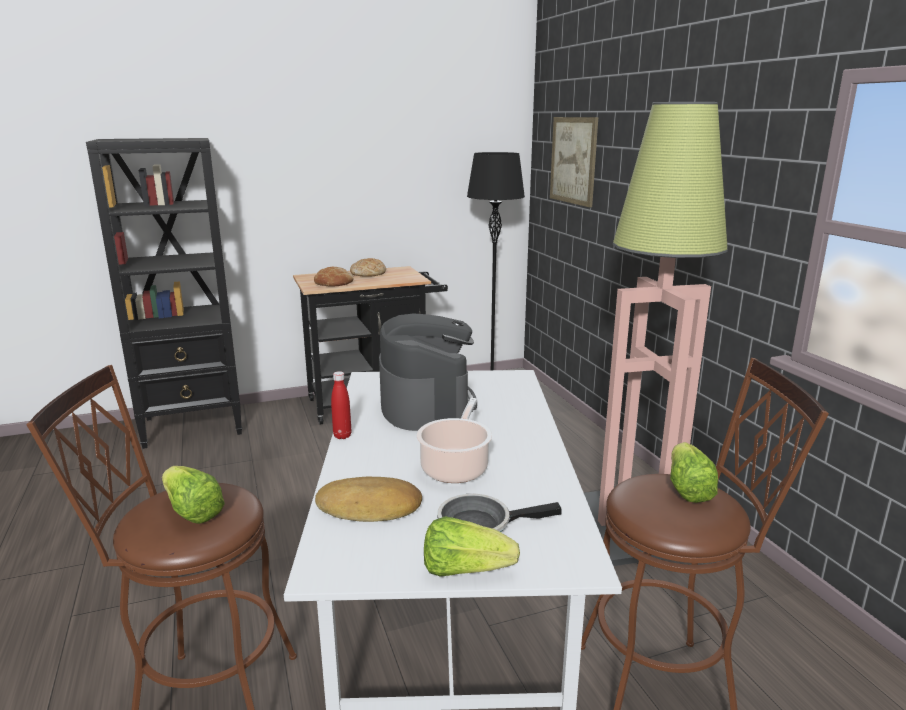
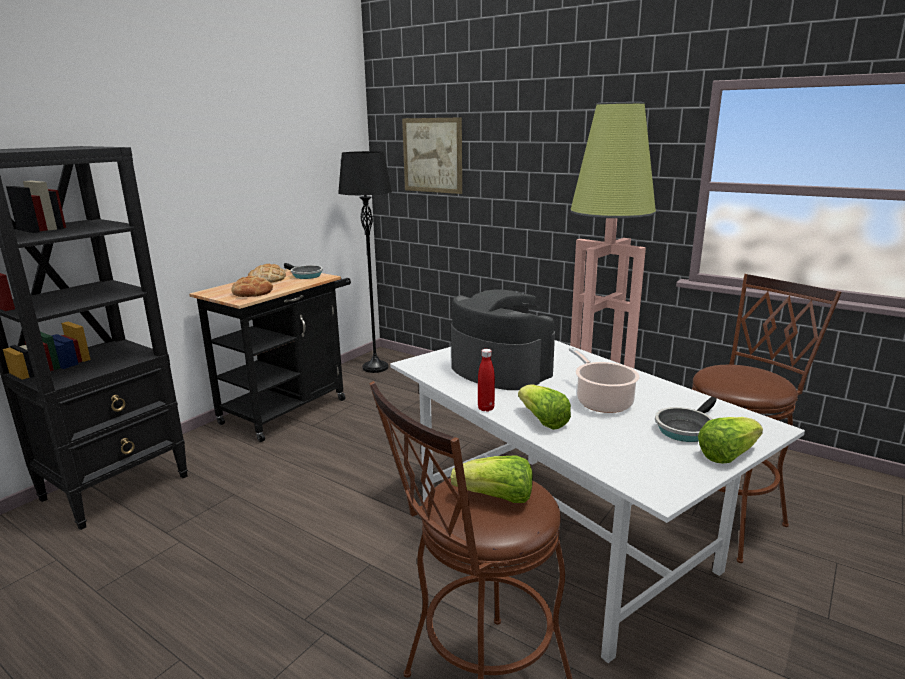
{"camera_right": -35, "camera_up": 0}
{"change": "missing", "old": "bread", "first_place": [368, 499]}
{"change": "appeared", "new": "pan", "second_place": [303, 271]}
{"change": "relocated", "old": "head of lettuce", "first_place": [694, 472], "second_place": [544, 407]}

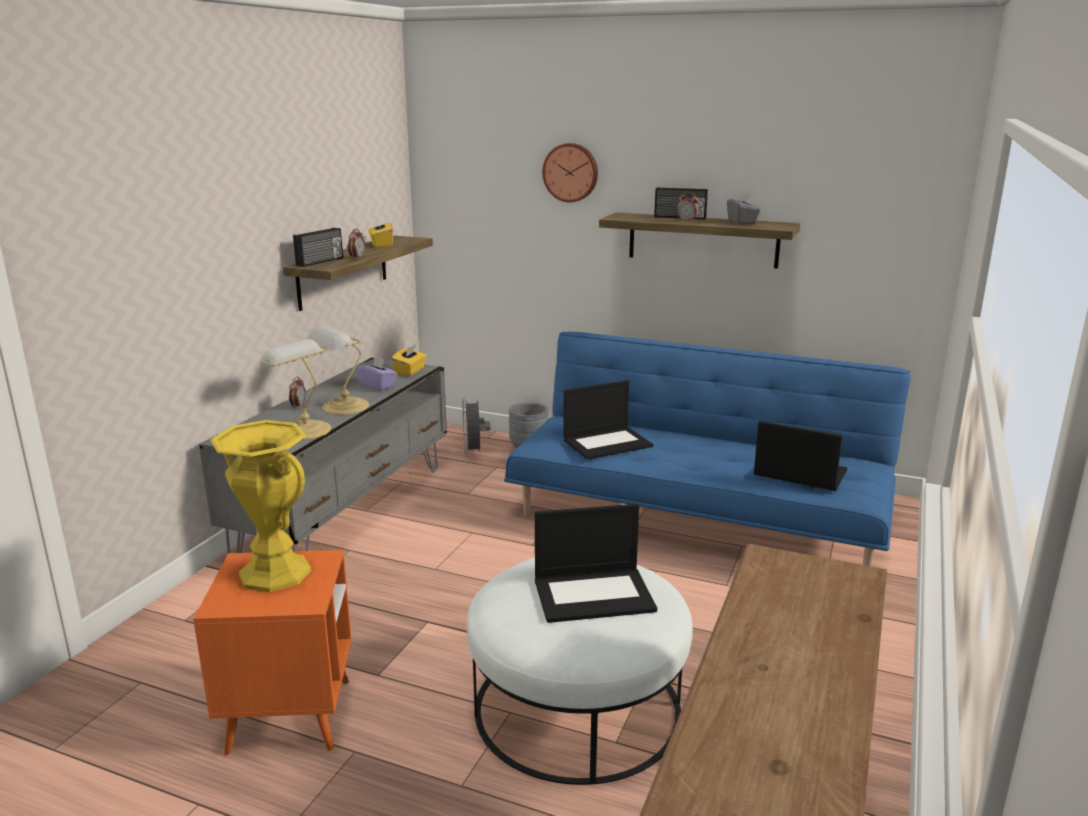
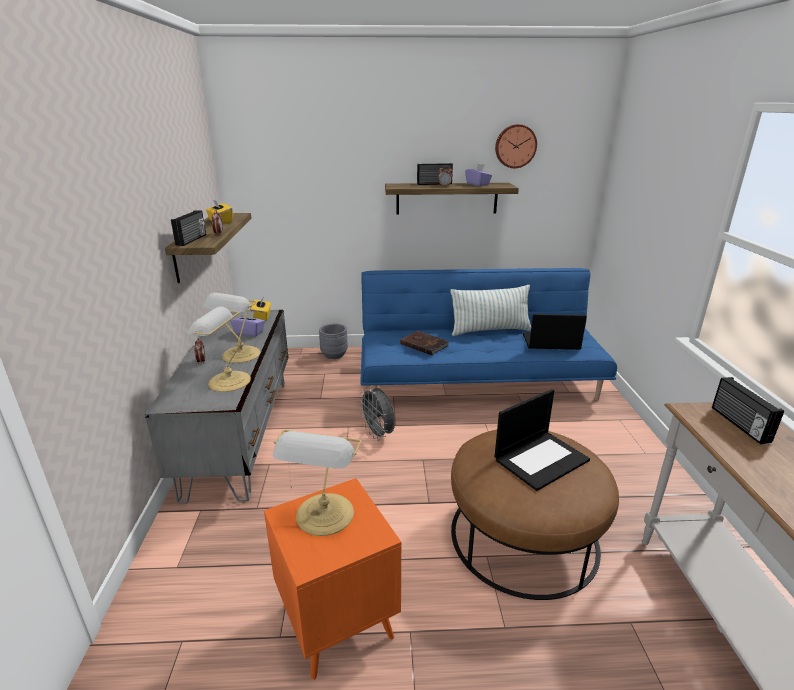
{"camera_right": -25, "camera_up": 5}
{"change": "appeared", "new": "throw pillow", "second_place": [491, 310]}
{"change": "appeared", "new": "radio receiver", "second_place": [748, 410]}
{"change": "relocated", "old": "cooling fan (gray)", "first_place": [476, 426], "second_place": [377, 413]}
{"change": "relocated", "old": "hanging clock", "first_place": [570, 172], "second_place": [516, 146]}
{"change": "exchanged", "old": "vase (yellow)", "new": "table lamp", "first_place": [260, 506], "second_place": [317, 483]}
{"change": "exchanged", "old": "notebook computer", "new": "bound book (brownish)", "first_place": [608, 419], "second_place": [424, 343]}
{"change": "colour", "old": "footrest (whitish)", "new": "footrest (brownish)", "first_place": [580, 671], "second_place": [535, 514]}
{"change": "colour", "old": "tissue box (gray)", "new": "tissue box (purple-coloured)", "first_place": [744, 208], "second_place": [478, 175]}

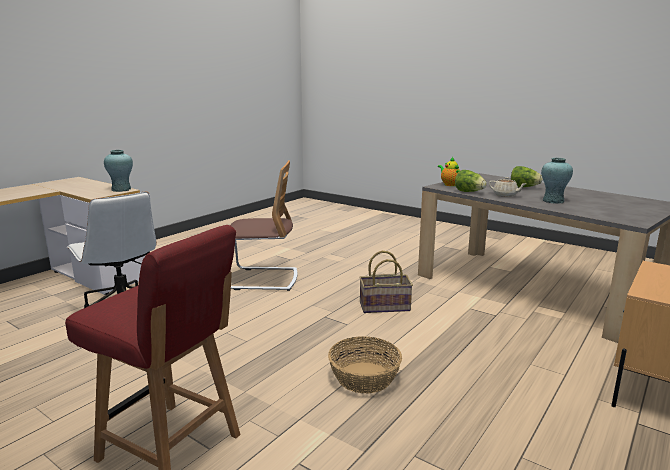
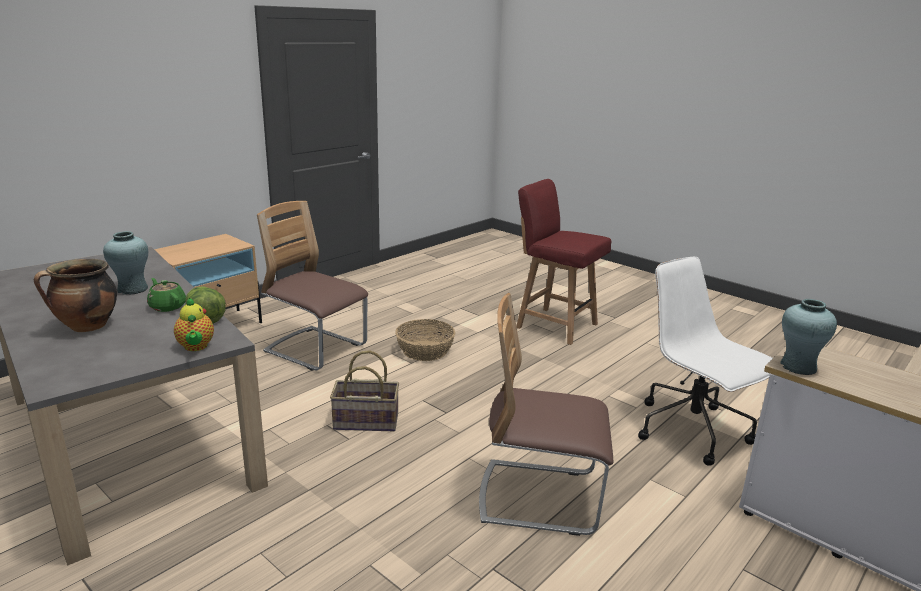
{"camera_right": -175, "camera_up": 5}
{"change": "appeared", "new": "chair", "second_place": [312, 286]}
{"change": "exchanged", "old": "head of lettuce", "new": "cooking pot", "first_place": [527, 177], "second_place": [75, 295]}
{"change": "colour", "old": "tea pot (beige)", "new": "tea pot (green-coloured)", "first_place": [508, 187], "second_place": [166, 295]}

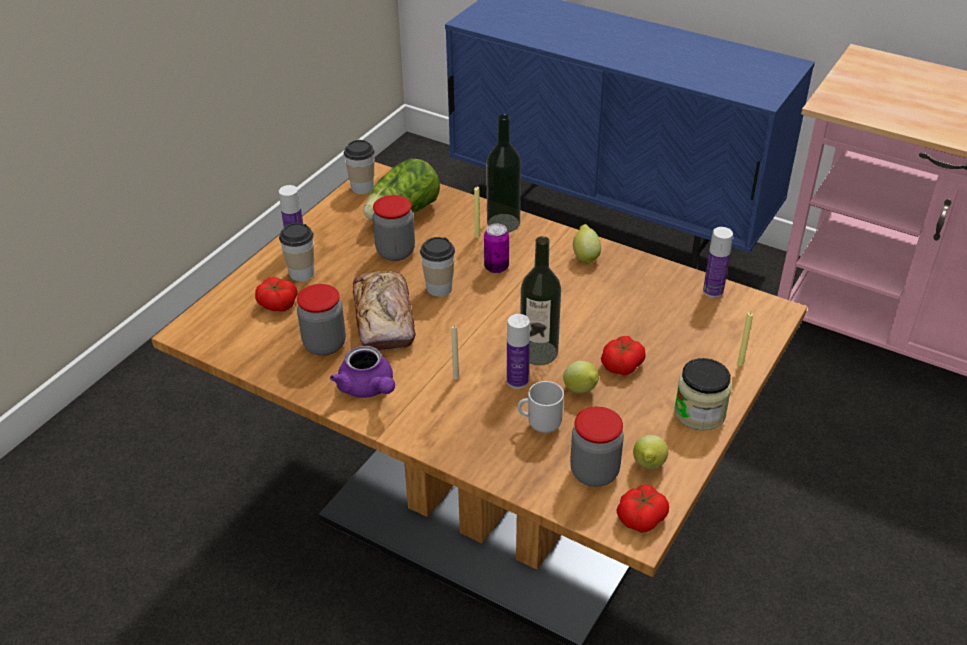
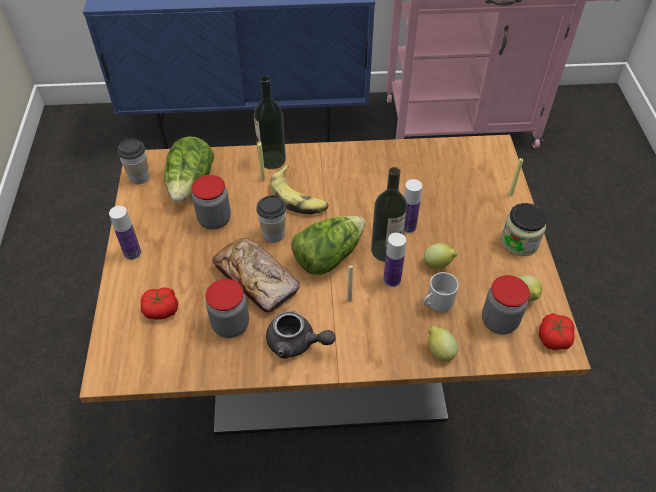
{"camera_right": -35, "camera_up": 10}
{"change": "missing", "old": "drinking cup", "first_place": [296, 252]}
{"change": "missing", "old": "whole tomato", "first_place": [623, 355]}
{"change": "appeared", "new": "head of lettuce", "second_place": [328, 245]}
{"change": "relocated", "old": "citrus fruit", "first_place": [587, 244], "second_place": [443, 343]}
{"change": "relocated", "old": "bottle", "first_place": [718, 262], "second_place": [413, 206]}
{"change": "exchanged", "old": "sealed can", "new": "whole banana", "first_place": [496, 248], "second_place": [300, 189]}
{"change": "colour", "old": "tea pot (purple-coloured)", "new": "tea pot (gray)", "first_place": [362, 372], "second_place": [300, 335]}

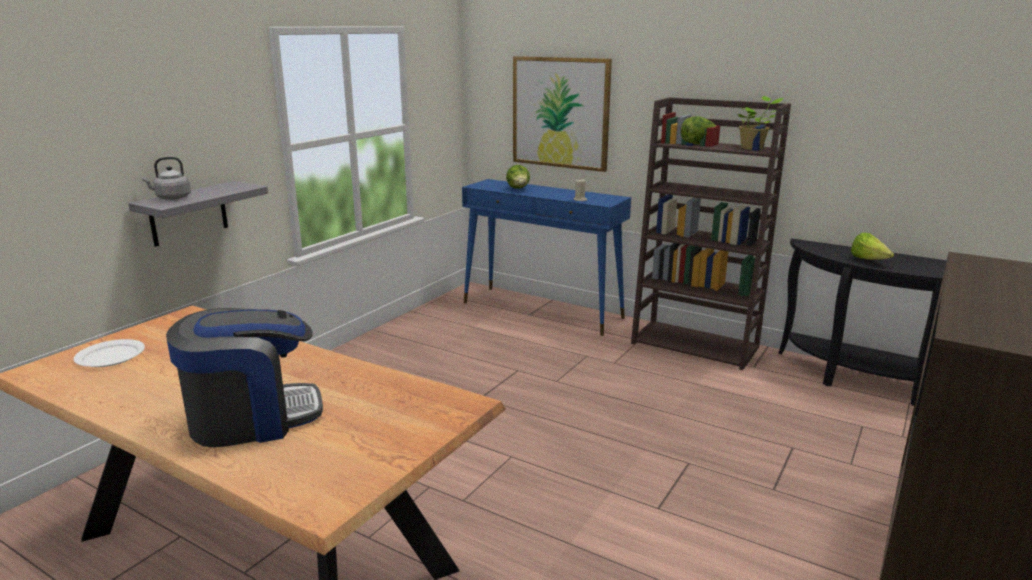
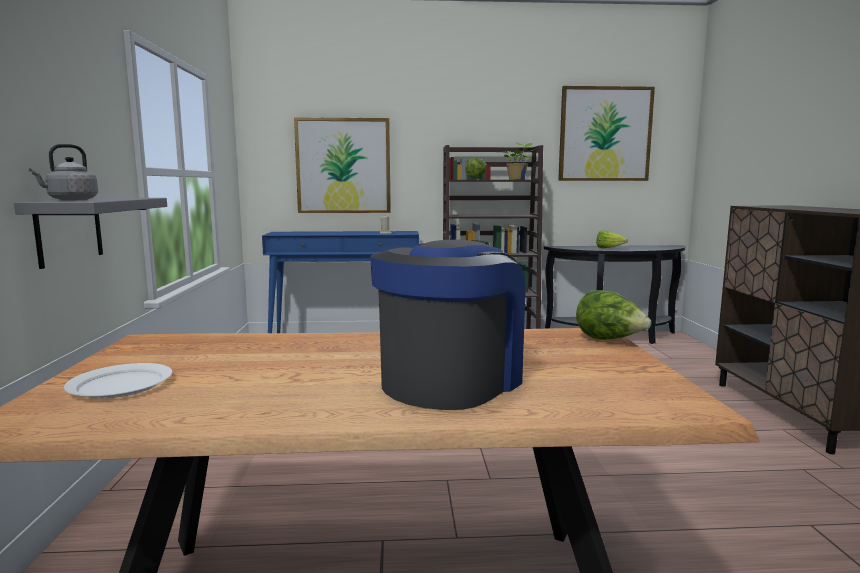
{"camera_right": -35, "camera_up": -10}
{"change": "appeared", "new": "wall picture", "second_place": [606, 133]}
{"change": "relocated", "old": "head of lettuce", "first_place": [518, 177], "second_place": [613, 315]}

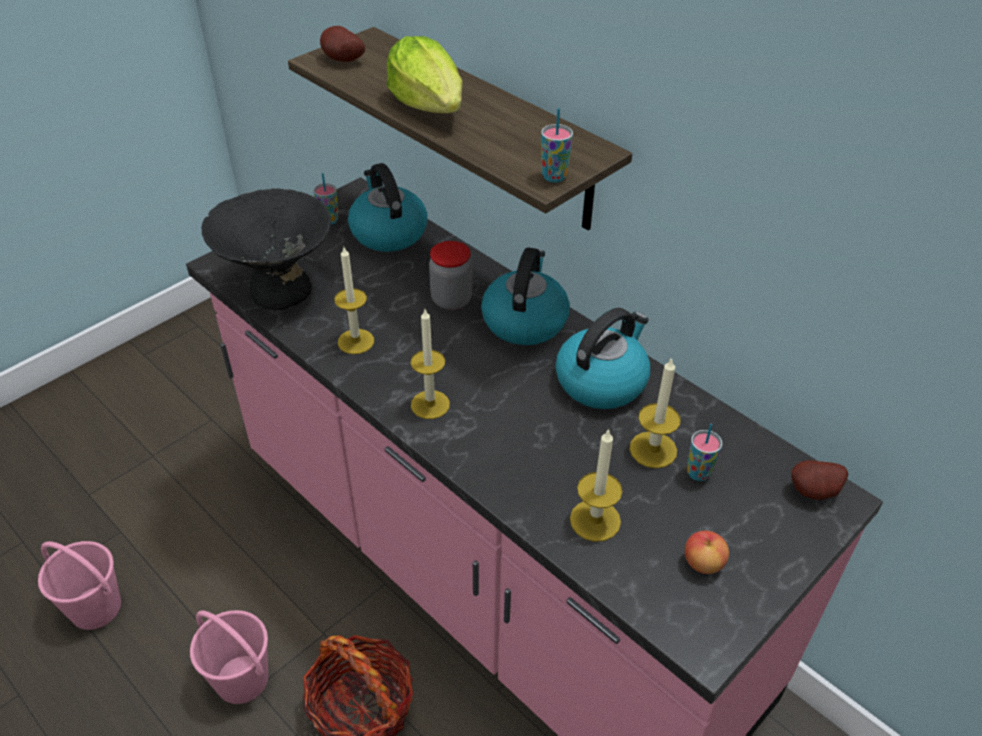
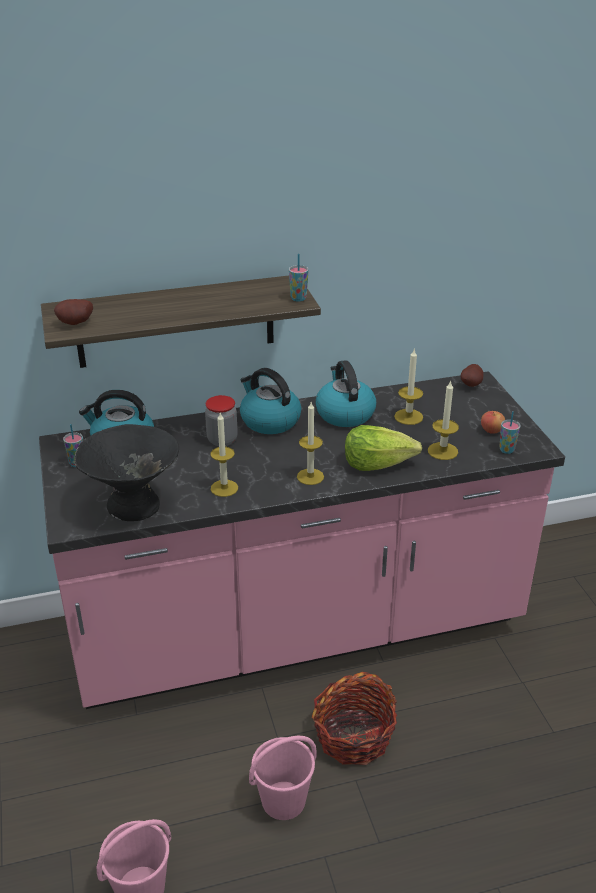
{"camera_right": -60, "camera_up": -10}
{"change": "relocated", "old": "head of lettuce", "first_place": [424, 74], "second_place": [383, 448]}
{"change": "relocated", "old": "drinking cup", "first_place": [704, 452], "second_place": [510, 432]}

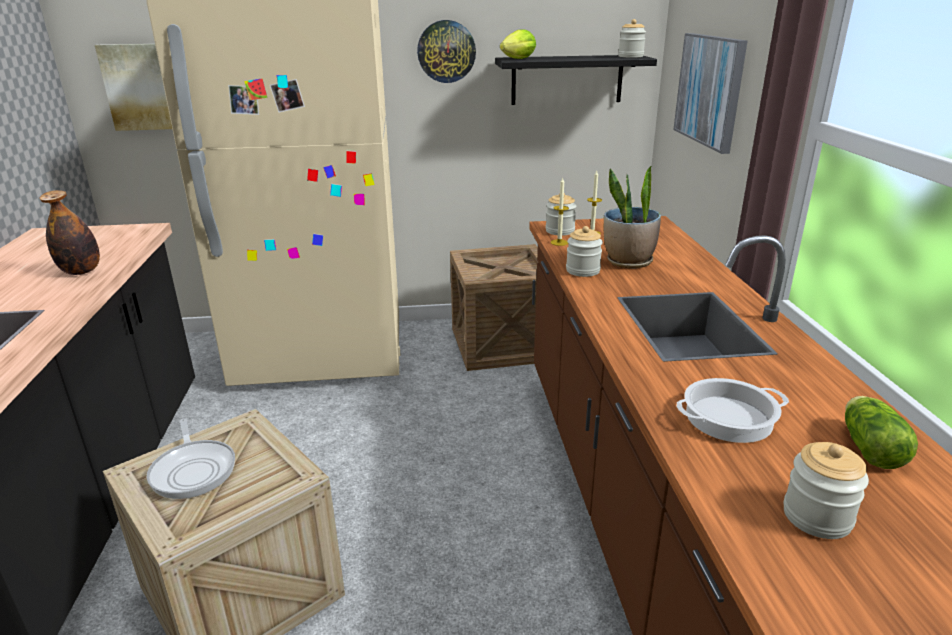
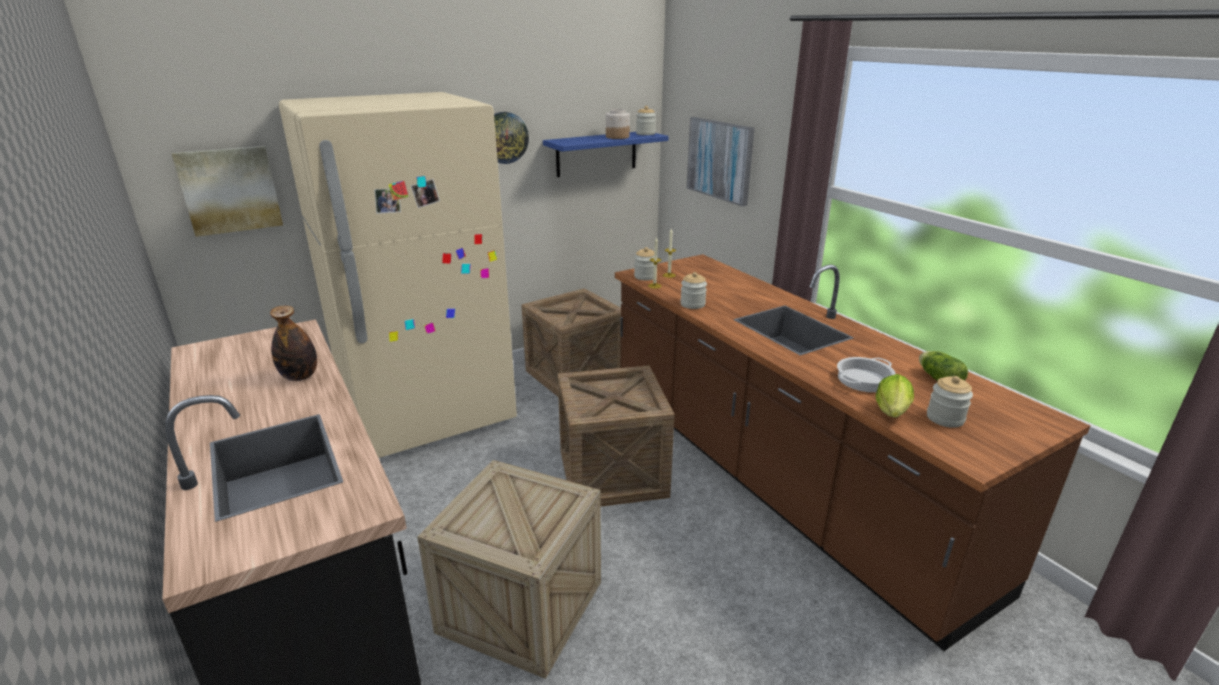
{"camera_right": -25, "camera_up": 0}
{"change": "missing", "old": "pan", "first_place": [191, 458]}
{"change": "missing", "old": "potted plant", "first_place": [632, 217]}
{"change": "appeared", "new": "shipping crate", "second_place": [616, 436]}
{"change": "appeared", "new": "storage jar", "second_place": [618, 124]}
{"change": "relocated", "old": "head of lettuce", "first_place": [518, 44], "second_place": [895, 396]}
{"change": "colour", "old": "bracket shelf (blackish)", "new": "bracket shelf (blue)", "first_place": [576, 80], "second_place": [605, 154]}

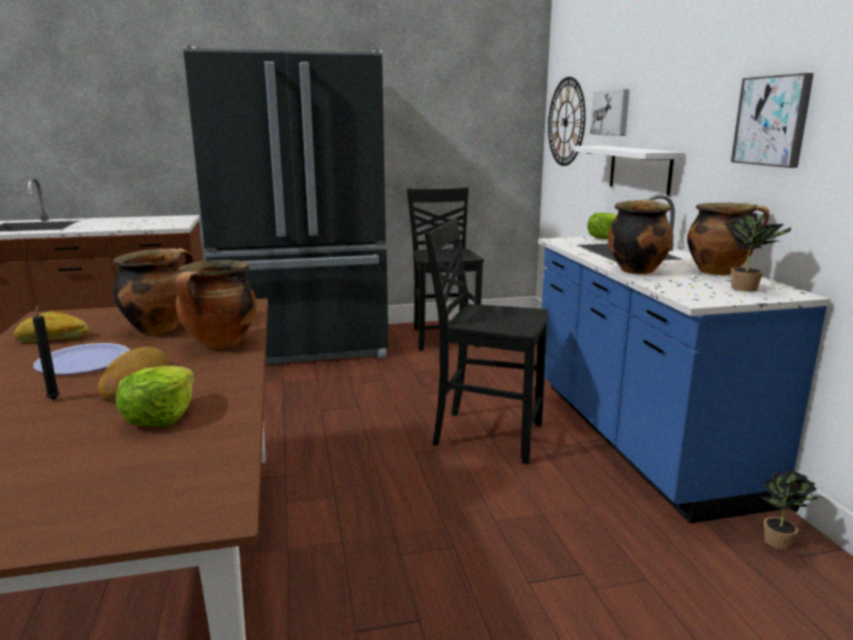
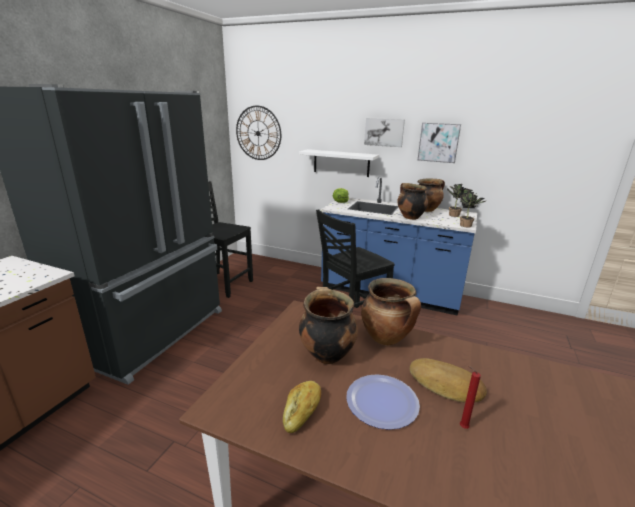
{"camera_right": -55, "camera_up": 5}
{"change": "missing", "old": "head of lettuce", "first_place": [155, 396]}
{"change": "relocated", "old": "wall picture", "first_place": [610, 112], "second_place": [384, 132]}
{"change": "relocated", "old": "potted plant", "first_place": [790, 509], "second_place": [472, 210]}
{"change": "colour", "old": "wax candle (blackish)", "new": "wax candle (red-coloured)", "first_place": [46, 352], "second_place": [470, 397]}

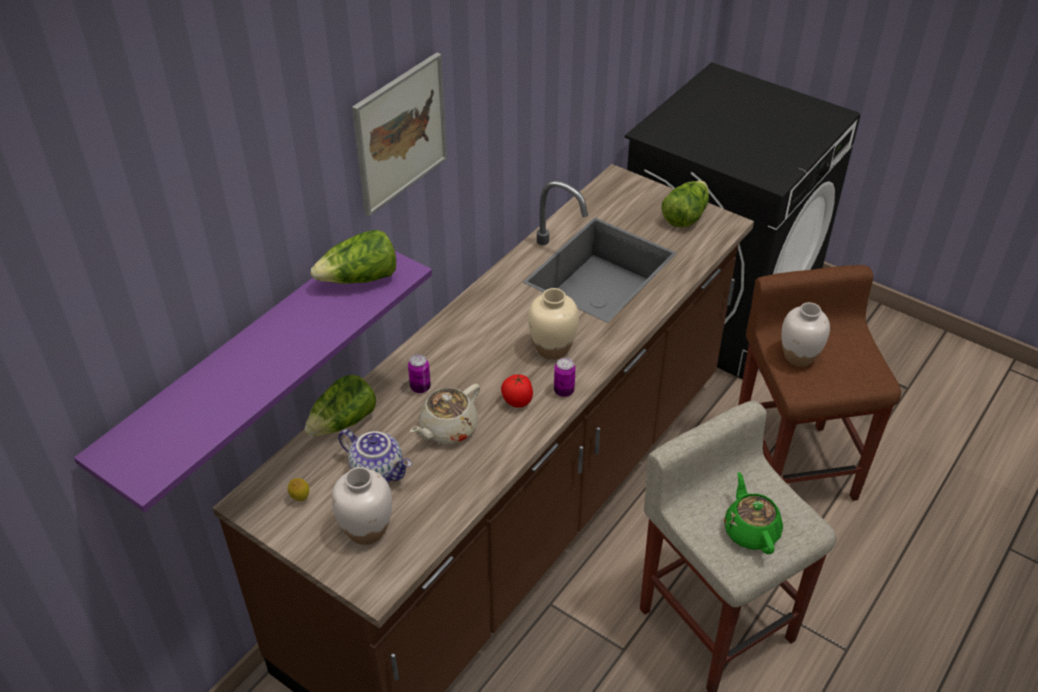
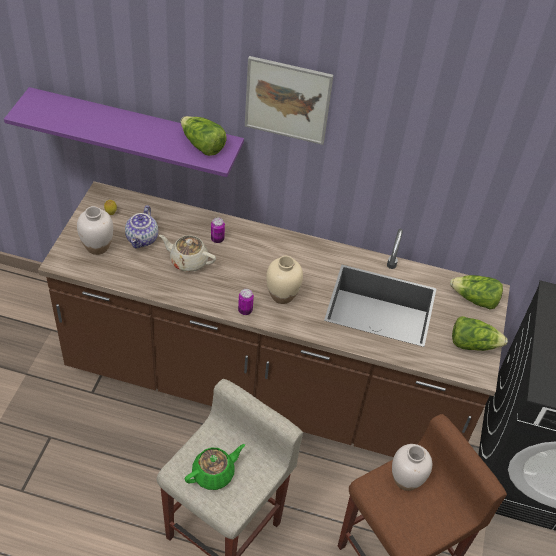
{"camera_right": 65, "camera_up": 5}
{"change": "missing", "old": "whole tomato", "first_place": [517, 390]}
{"change": "relocated", "old": "head of lettuce", "first_place": [340, 406], "second_place": [476, 292]}

